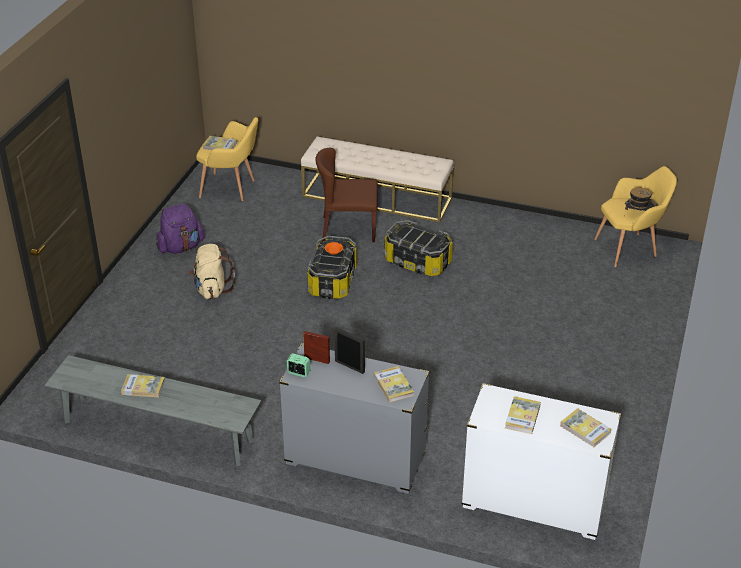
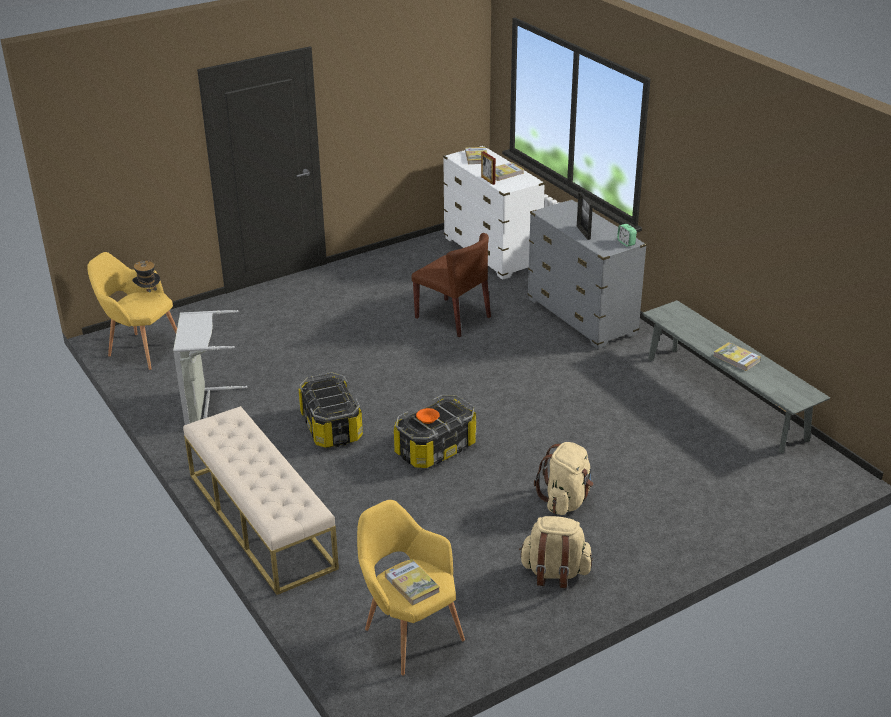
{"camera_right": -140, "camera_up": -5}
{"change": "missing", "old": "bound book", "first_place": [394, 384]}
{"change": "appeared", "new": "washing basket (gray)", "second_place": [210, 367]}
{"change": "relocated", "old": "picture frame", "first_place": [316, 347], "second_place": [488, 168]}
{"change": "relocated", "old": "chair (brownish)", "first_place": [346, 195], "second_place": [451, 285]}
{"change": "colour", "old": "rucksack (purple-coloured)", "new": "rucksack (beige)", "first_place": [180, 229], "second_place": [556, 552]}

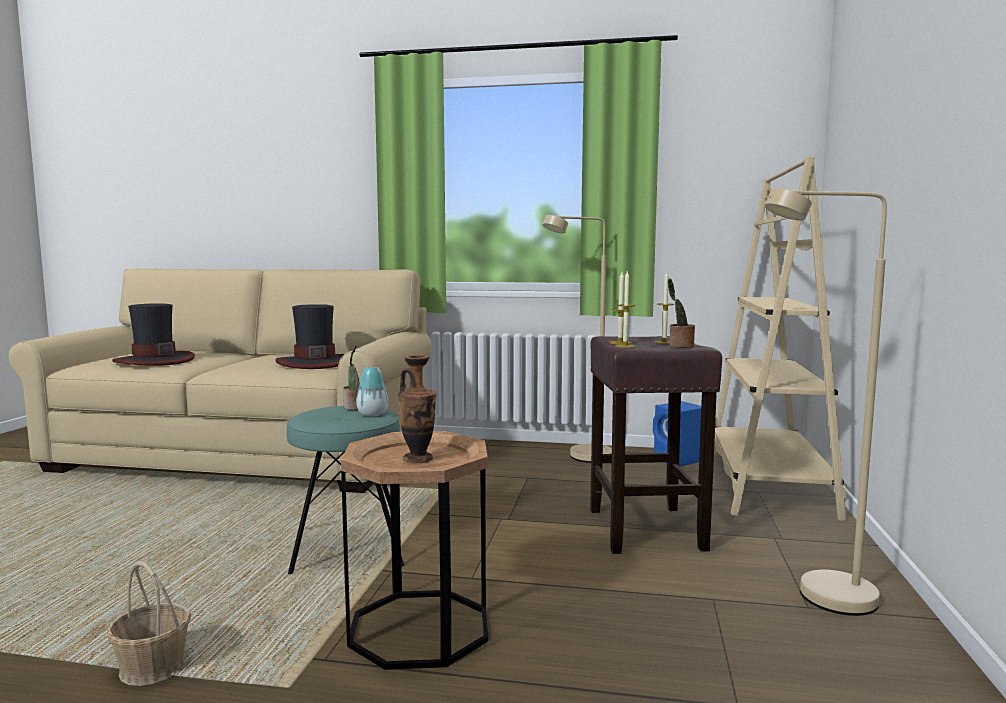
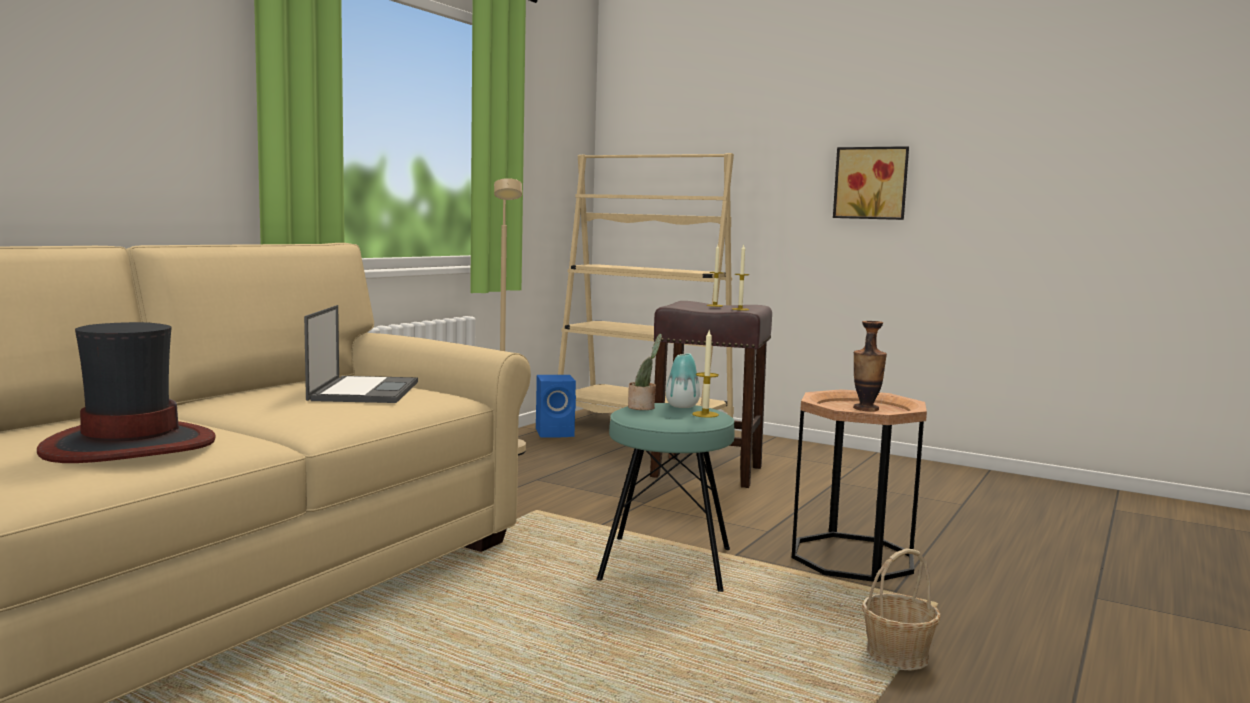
{"camera_right": -70, "camera_up": 0}
{"change": "missing", "old": "potted plant", "first_place": [681, 313]}
{"change": "missing", "old": "standing lamp (beige)", "first_place": [825, 402]}
{"change": "appeared", "new": "wall picture", "second_place": [871, 183]}
{"change": "relocated", "old": "wax candle", "first_place": [620, 308], "second_place": [705, 374]}
{"change": "exchanged", "old": "wearable hat", "new": "notebook computer", "first_place": [309, 336], "second_place": [361, 354]}

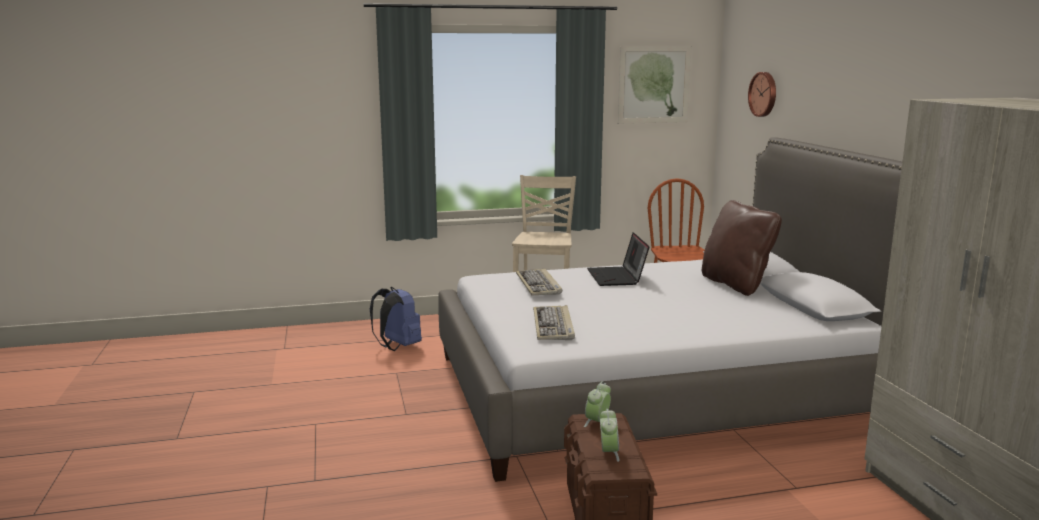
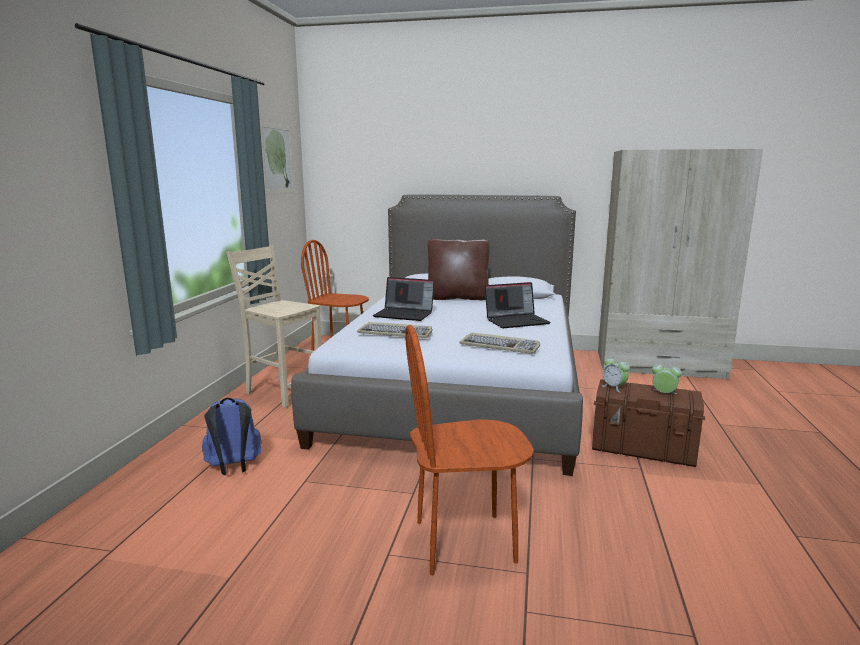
{"camera_right": -65, "camera_up": 0}
{"change": "missing", "old": "hanging clock", "first_place": [762, 94]}
{"change": "appeared", "new": "chair (brownish)", "second_place": [469, 450]}
{"change": "appeared", "new": "notebook computer", "second_place": [518, 305]}

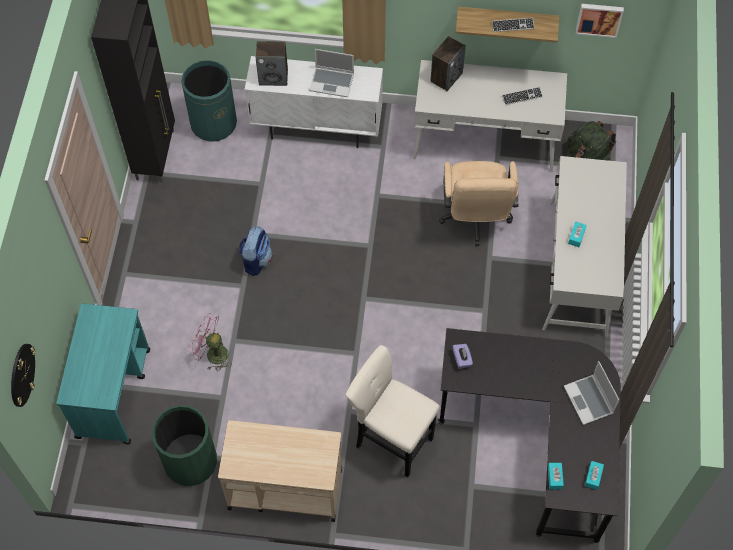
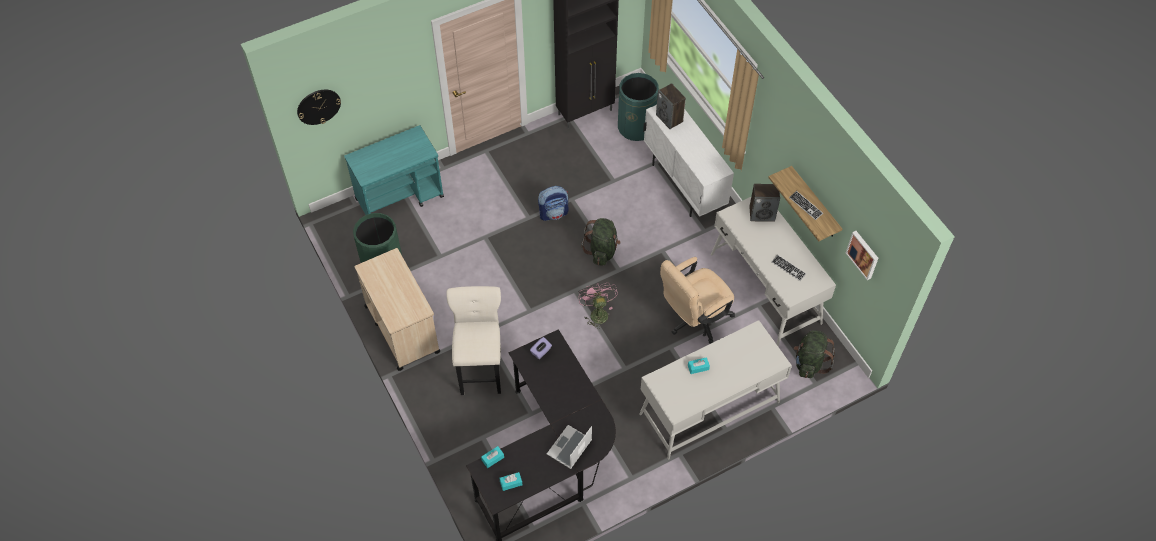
{"camera_right": 55, "camera_up": -5}
{"change": "missing", "old": "notebook computer", "first_place": [331, 73]}
{"change": "appeared", "new": "rucksack (green-coloured)", "second_place": [601, 242]}
{"change": "relocated", "old": "cooling fan (pink)", "first_place": [210, 342], "second_place": [598, 305]}

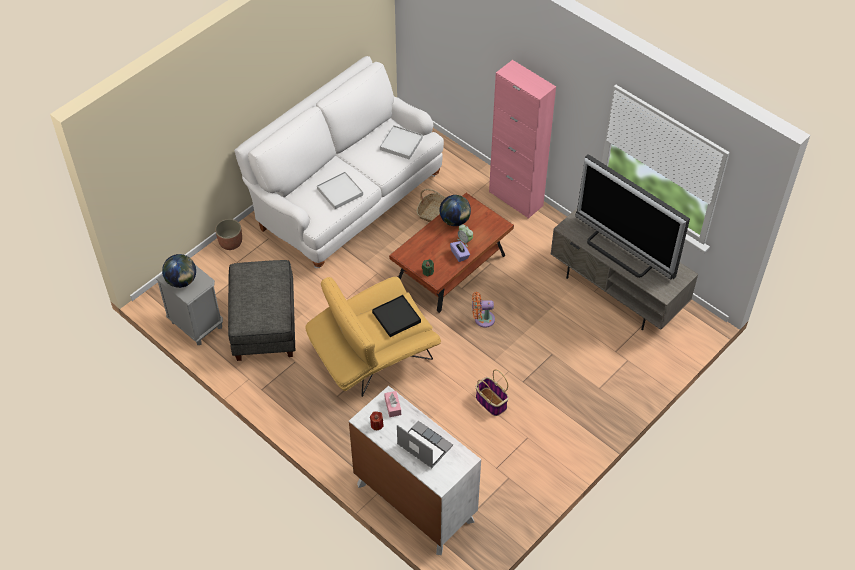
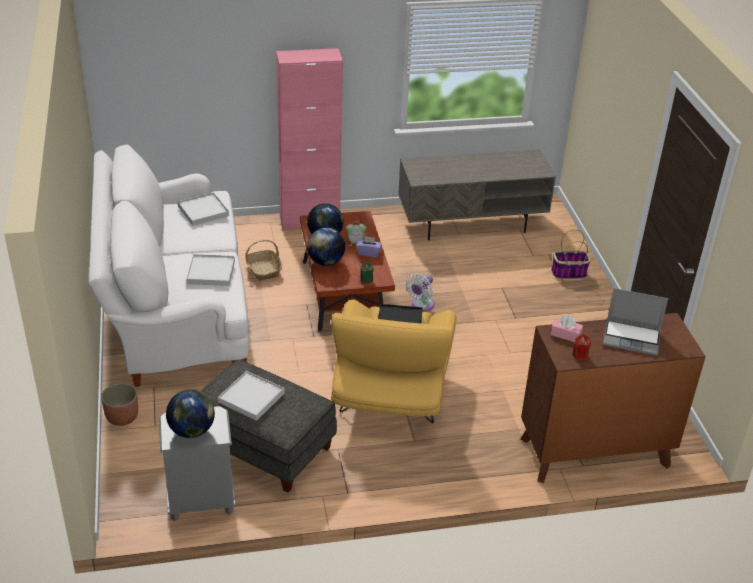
{"camera_right": -55, "camera_up": -15}
{"change": "missing", "old": "television", "first_place": [632, 217]}
{"change": "appeared", "new": "serving tray (whitish)", "second_place": [251, 396]}
{"change": "appeared", "new": "world globe", "second_place": [326, 247]}
{"change": "relocated", "old": "storage basket", "first_place": [492, 392], "second_place": [571, 254]}
{"change": "colour", "old": "drawer chest (whitish)", "new": "drawer chest (brownish)", "first_place": [415, 470], "second_place": [613, 398]}
{"change": "colour", "old": "cooling fan (orangey)", "new": "cooling fan (whitish)", "first_place": [483, 310], "second_place": [420, 292]}
{"change": "spun", "old": "notebook computer", "first_place": [425, 444], "second_place": [635, 322], "degrees": -150}

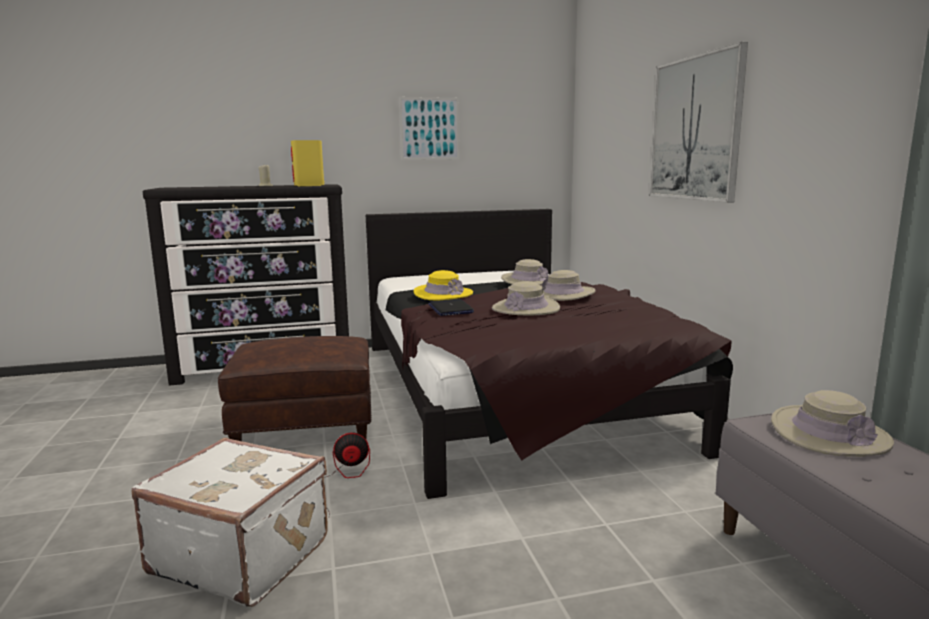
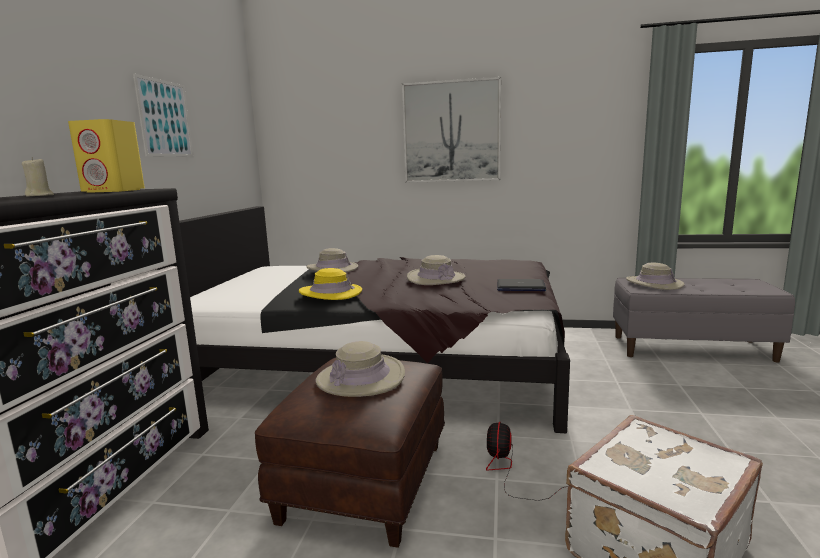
{"camera_right": -65, "camera_up": 0}
{"change": "relocated", "old": "notebook computer", "first_place": [451, 307], "second_place": [521, 285]}
{"change": "relocated", "old": "wearable hat (beige)", "first_place": [568, 285], "second_place": [360, 369]}

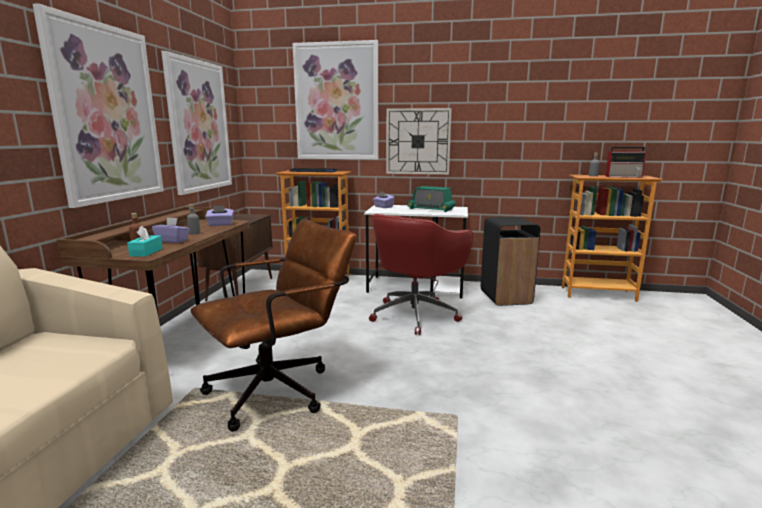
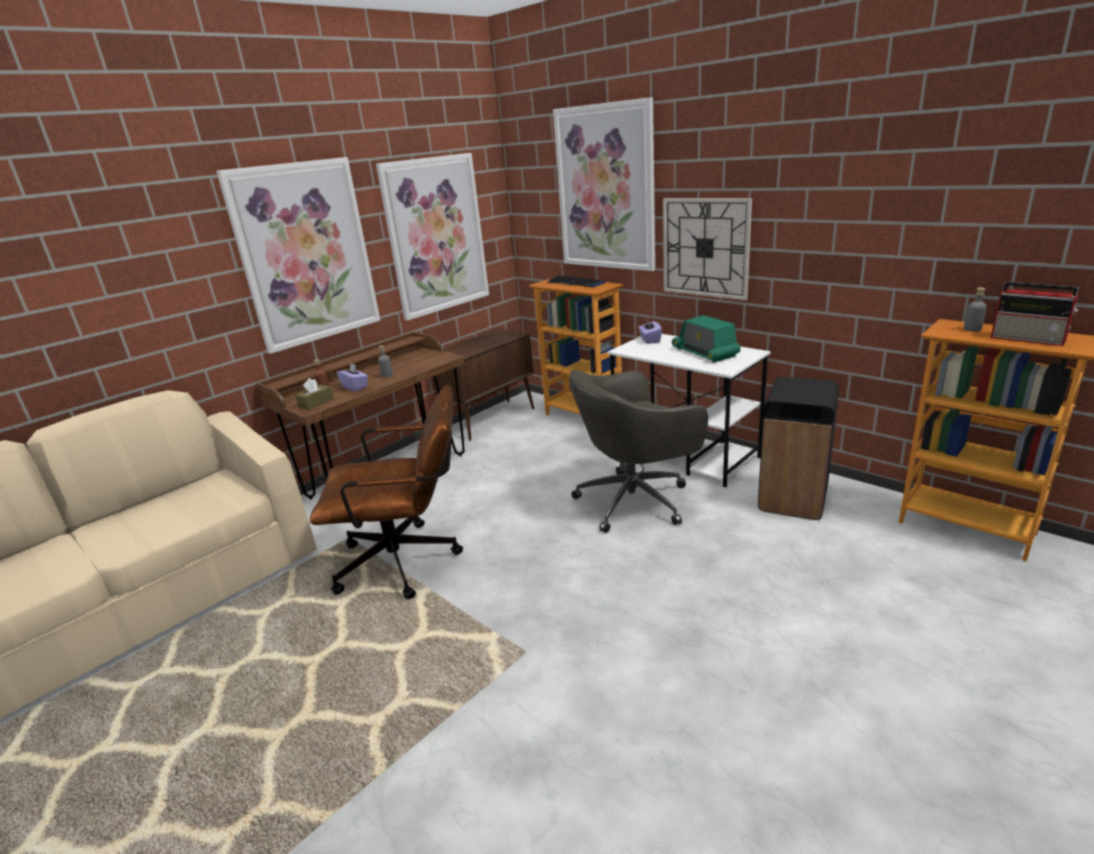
{"camera_right": 35, "camera_up": 10}
{"change": "missing", "old": "tissue box (purple-coloured)", "first_place": [220, 216]}
{"change": "colour", "old": "tissue box (blue-green)", "new": "tissue box (brownish)", "first_place": [145, 241], "second_place": [314, 394]}
{"change": "colour", "old": "desk chair (red-coloured)", "new": "desk chair (gray)", "first_place": [421, 274], "second_place": [638, 451]}

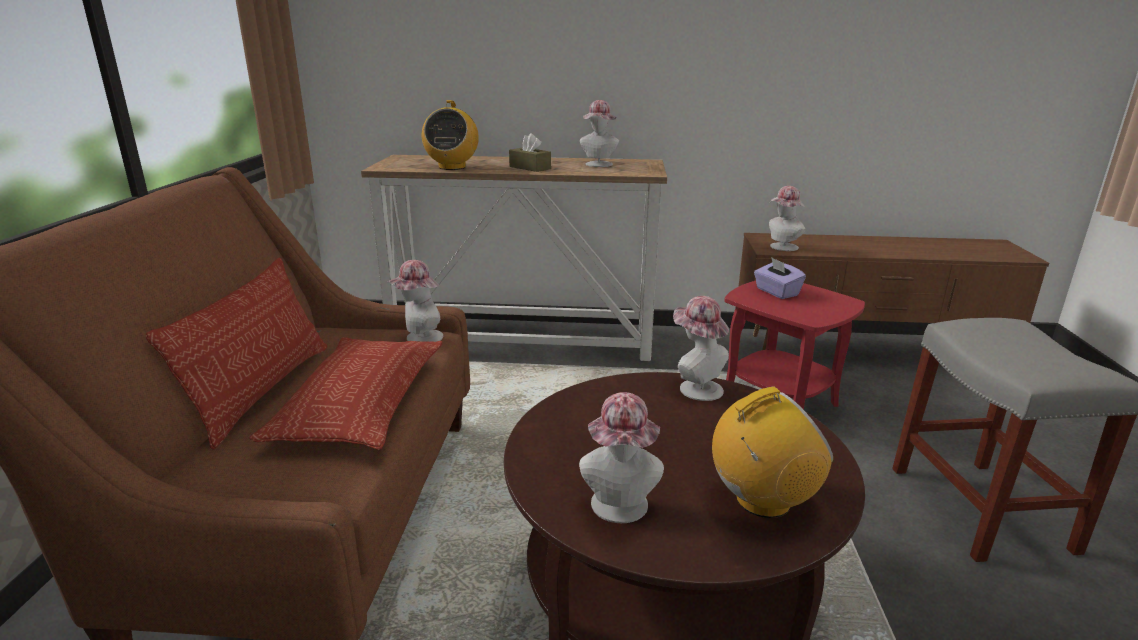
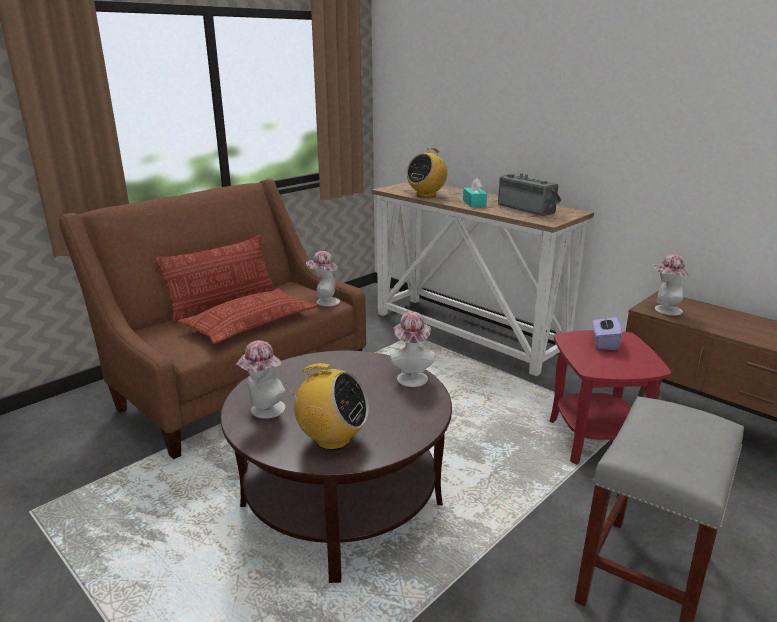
{"camera_right": 40, "camera_up": 0}
{"change": "exchanged", "old": "wearable hat", "new": "radio receiver", "first_place": [599, 133], "second_place": [529, 194]}
{"change": "colour", "old": "tissue box (brownish)", "new": "tissue box (blue-green)", "first_place": [530, 152], "second_place": [475, 192]}

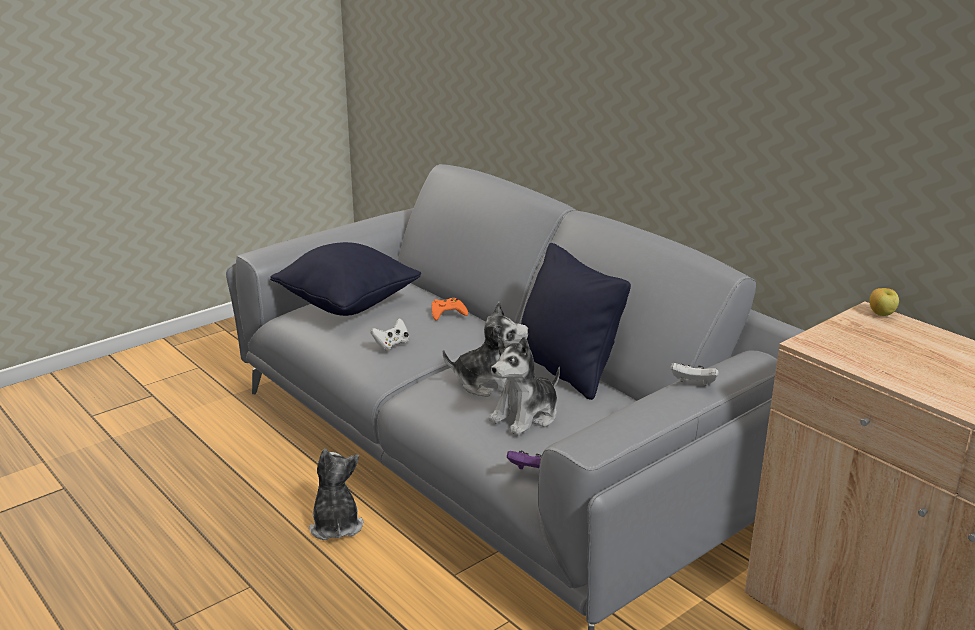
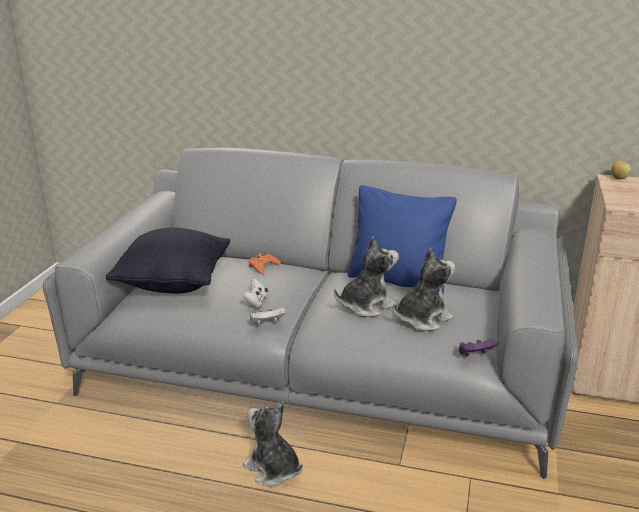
{"camera_right": -35, "camera_up": 0}
{"change": "relocated", "old": "gamepad (whitish)", "first_place": [695, 374], "second_place": [267, 316]}
{"change": "colour", "old": "throw pillow (blackish)", "new": "throw pillow (blue)", "first_place": [576, 321], "second_place": [402, 239]}
{"change": "spun", "old": "soft toy", "first_place": [524, 386], "second_place": [424, 289], "degrees": -135}

